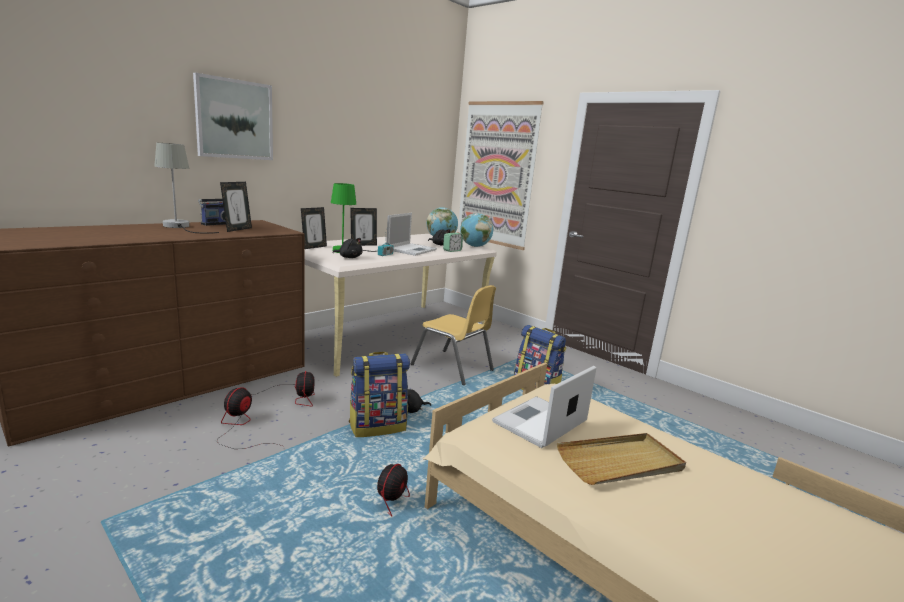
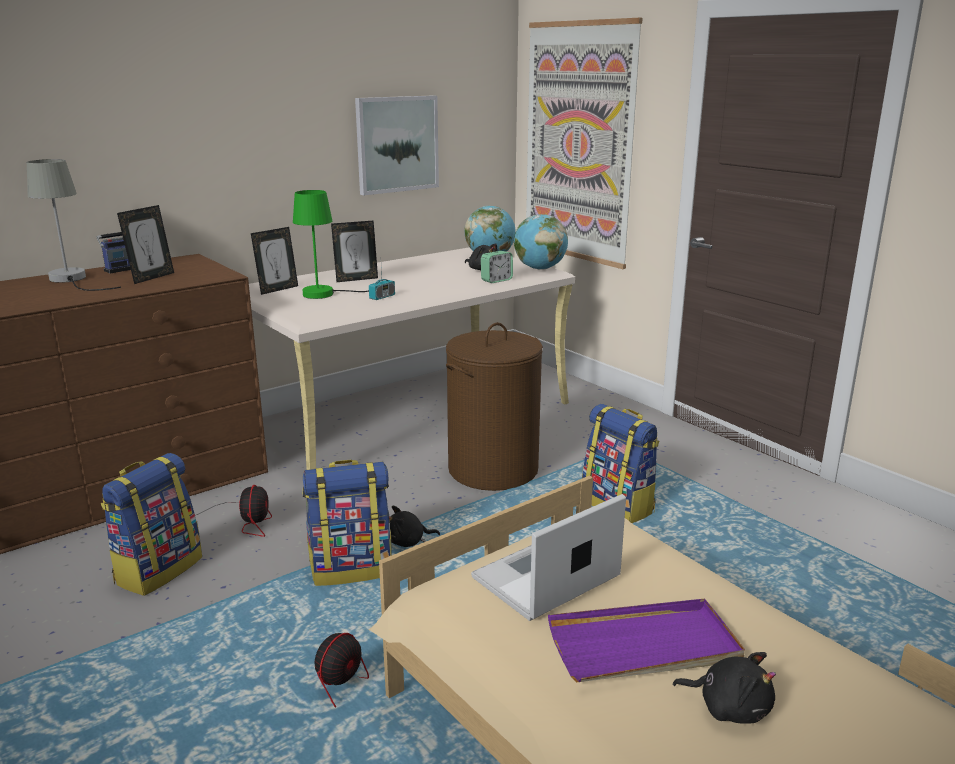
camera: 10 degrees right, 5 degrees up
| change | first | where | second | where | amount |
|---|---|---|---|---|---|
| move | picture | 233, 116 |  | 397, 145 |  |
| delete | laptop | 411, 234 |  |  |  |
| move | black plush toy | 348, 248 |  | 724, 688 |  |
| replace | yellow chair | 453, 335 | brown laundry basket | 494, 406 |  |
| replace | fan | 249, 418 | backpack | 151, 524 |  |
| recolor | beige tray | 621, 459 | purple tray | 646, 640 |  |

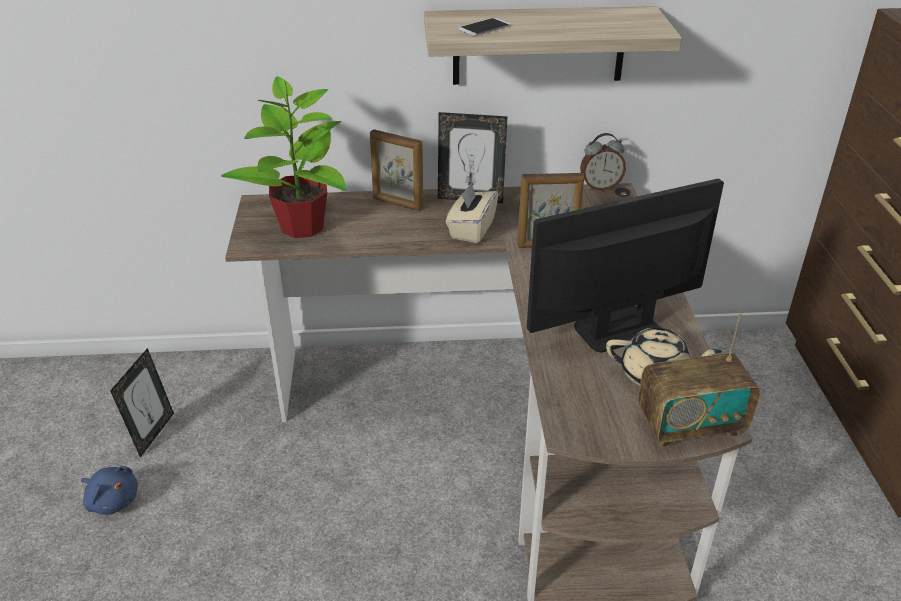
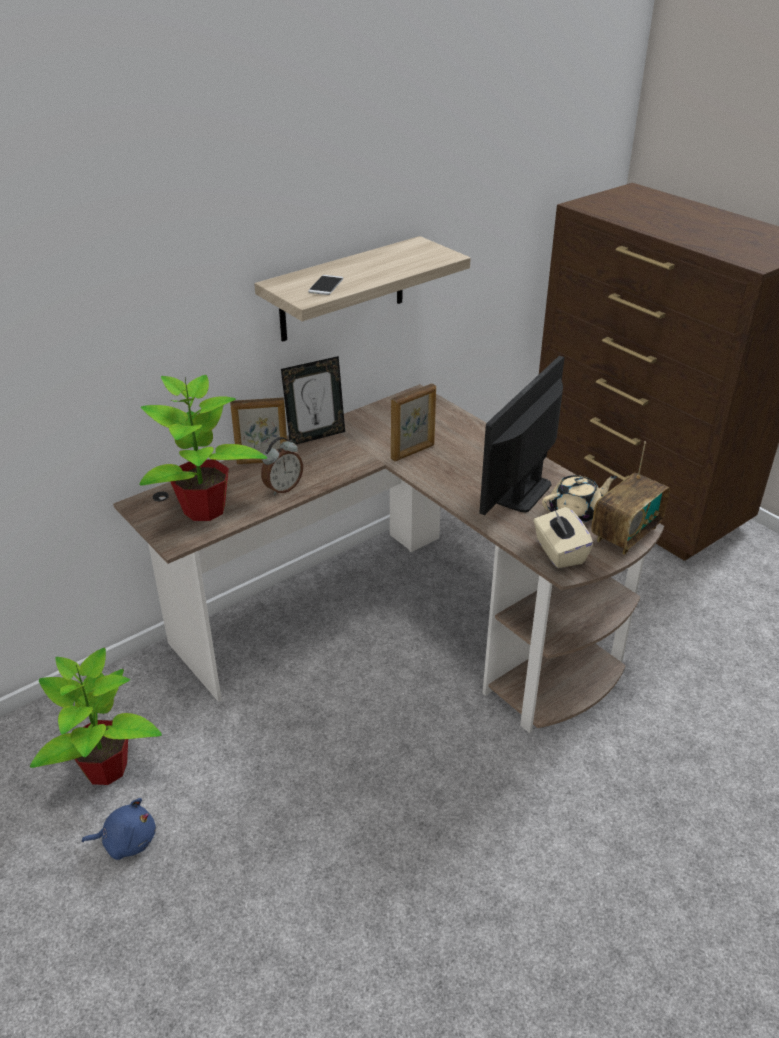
camera: 35 degrees left, 0 degrees up
| change | first | where | second | where | amount |
|---|---|---|---|---|---|
| move | alarm clock | 603, 162 |  | 282, 466 |  |
| move | beige tissue box | 472, 212 |  | 563, 537 |  |
| replace | picture frame | 142, 403 | potted plant | 96, 716 |  |

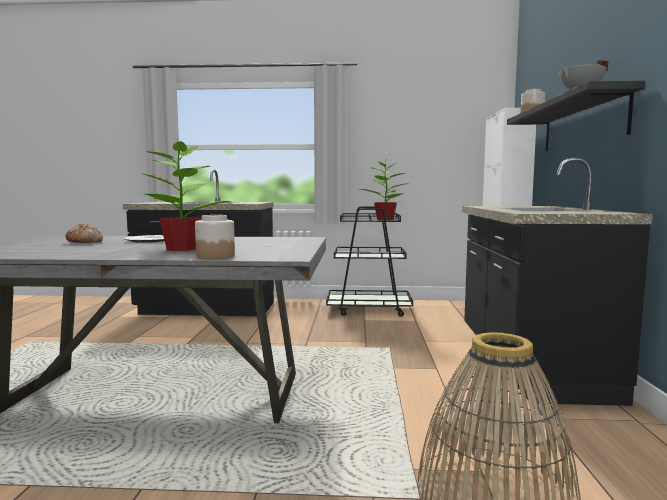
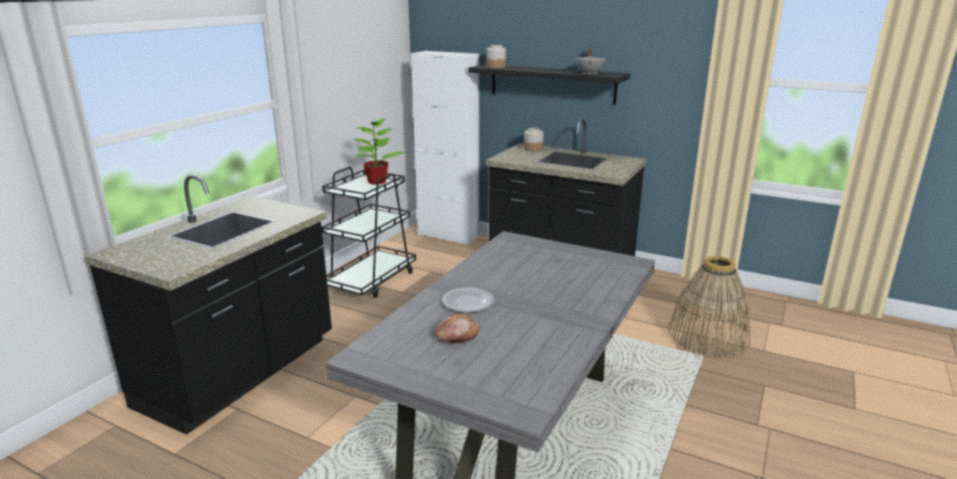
camera: 65 degrees left, 15 degrees up
| change | first | where | second | where | amount |
|---|---|---|---|---|---|
| delete | potted plant | 186, 194 |  |  |  |
| move | jar | 215, 237 |  | 534, 139 |  |

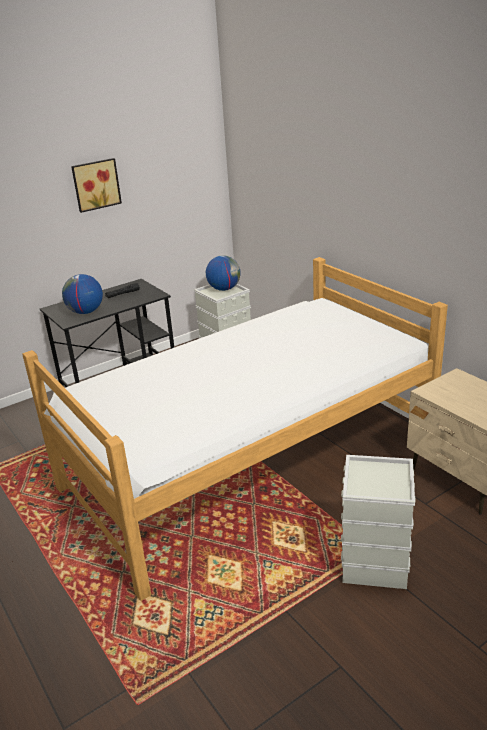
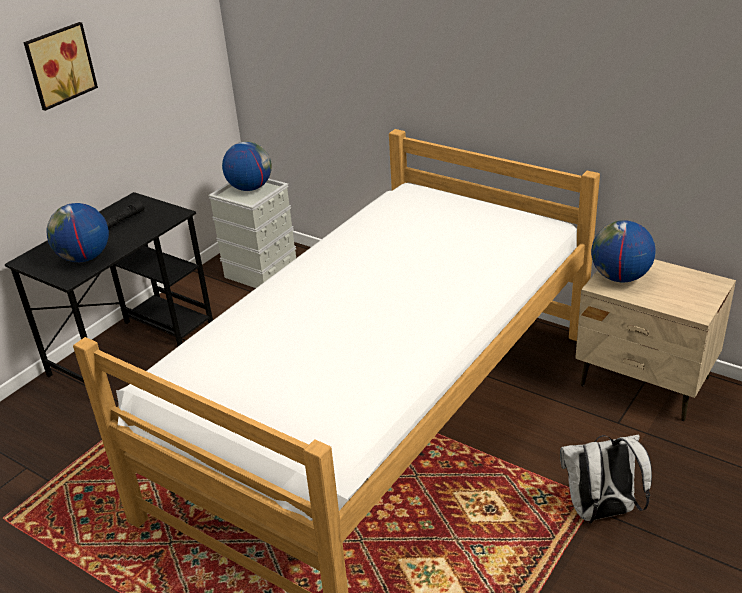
camera: 20 degrees left, 5 degrees up
| change | first | where | second | where | amount |
|---|---|---|---|---|---|
| replace | grey storage box | 378, 522 | white backpack | 606, 478 |  |
| insert |  |  | globe | 623, 251 |  |

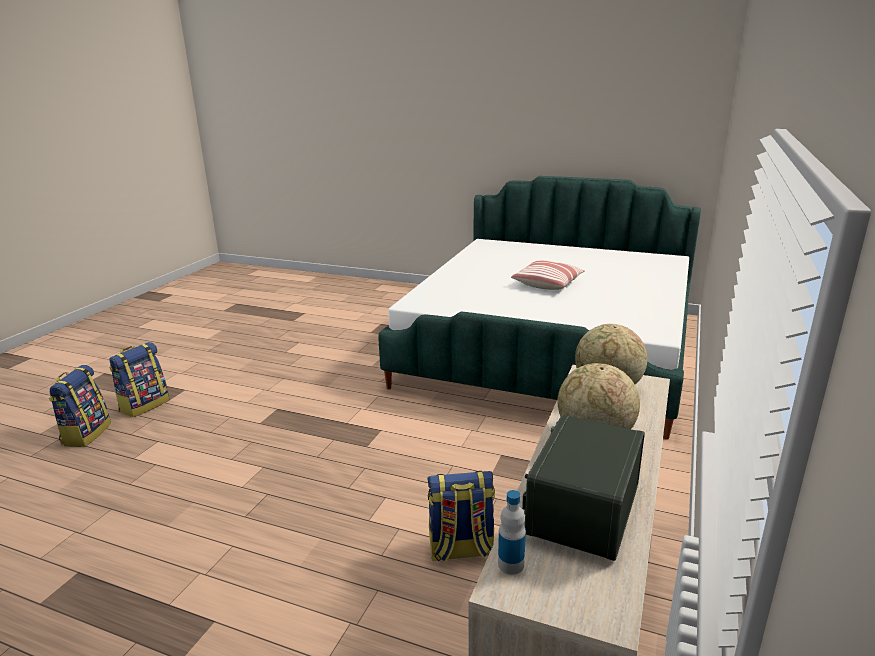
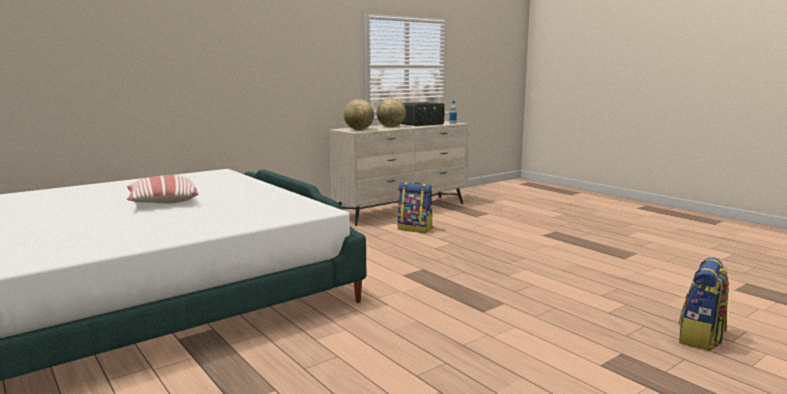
camera: 150 degrees left, 10 degrees down
| change | first | where | second | where | amount |
|---|---|---|---|---|---|
| delete | backpack | 139, 379 |  |  |  |

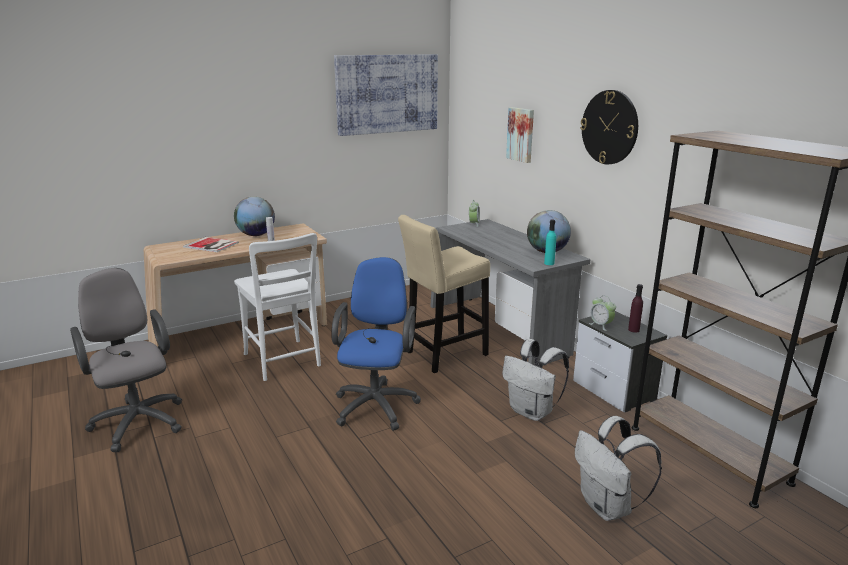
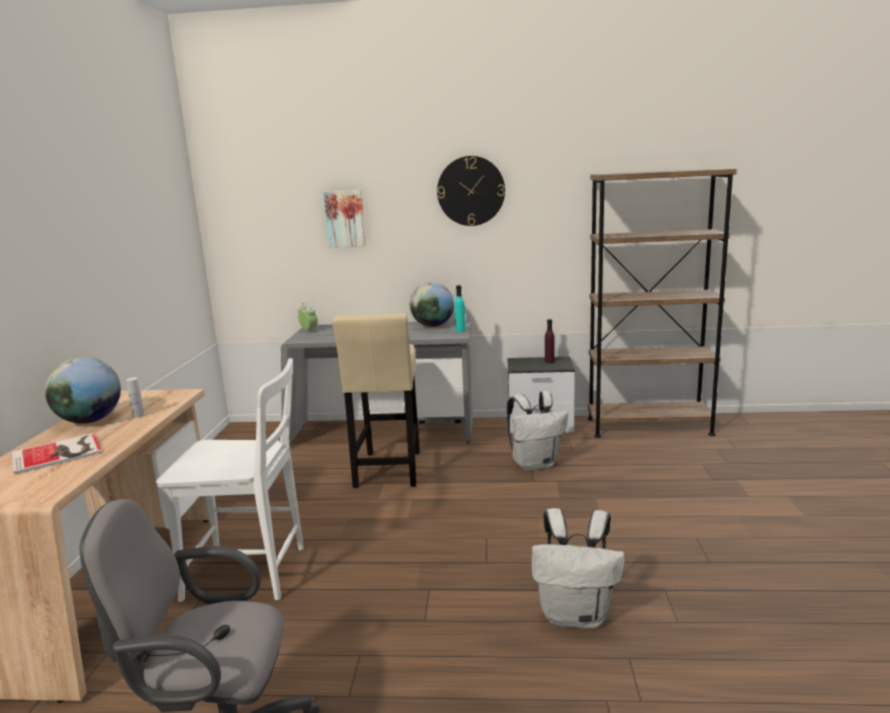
camera: 55 degrees left, 5 degrees down
| change | first | where | second | where | amount |
|---|---|---|---|---|---|
| delete | picture | 386, 95 |  |  |  |
| delete | blue office chair | 376, 344 |  |  |  |
| delete | alarm clock | 602, 313 |  |  |  |
| move | white backpack | 618, 468 |  | 578, 568 |  |

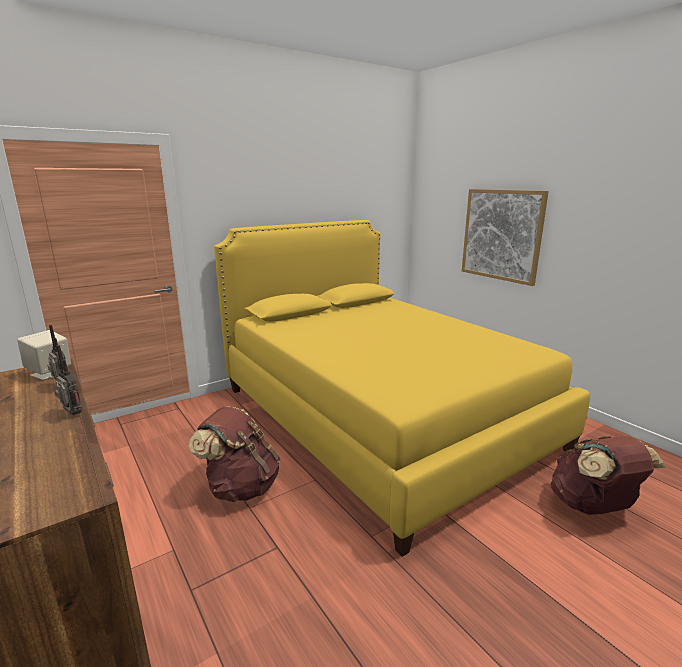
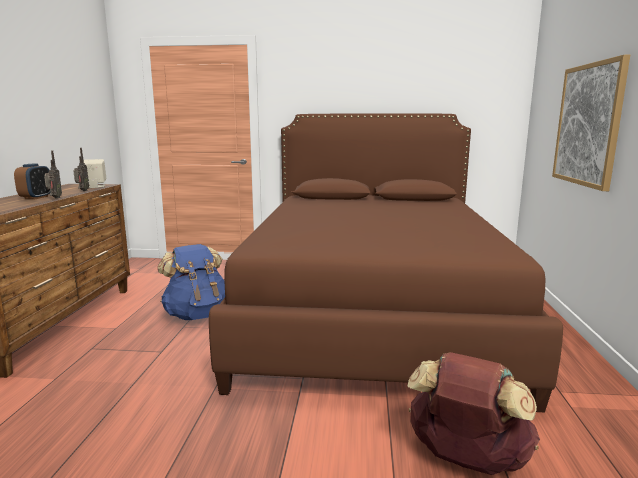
camera: 40 degrees right, 5 degrees down
| change | first | where | second | where | amount |
|---|---|---|---|---|---|
| recolor | yellow bed | 402, 388 | brown bed | 386, 263 |  |
| recolor | brown backpack | 234, 454 | blue backpack | 191, 282 |  |
| insert |  |  | alarm clock | 32, 181 |  |

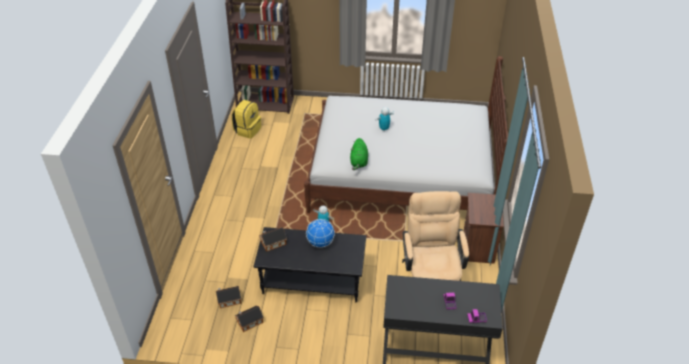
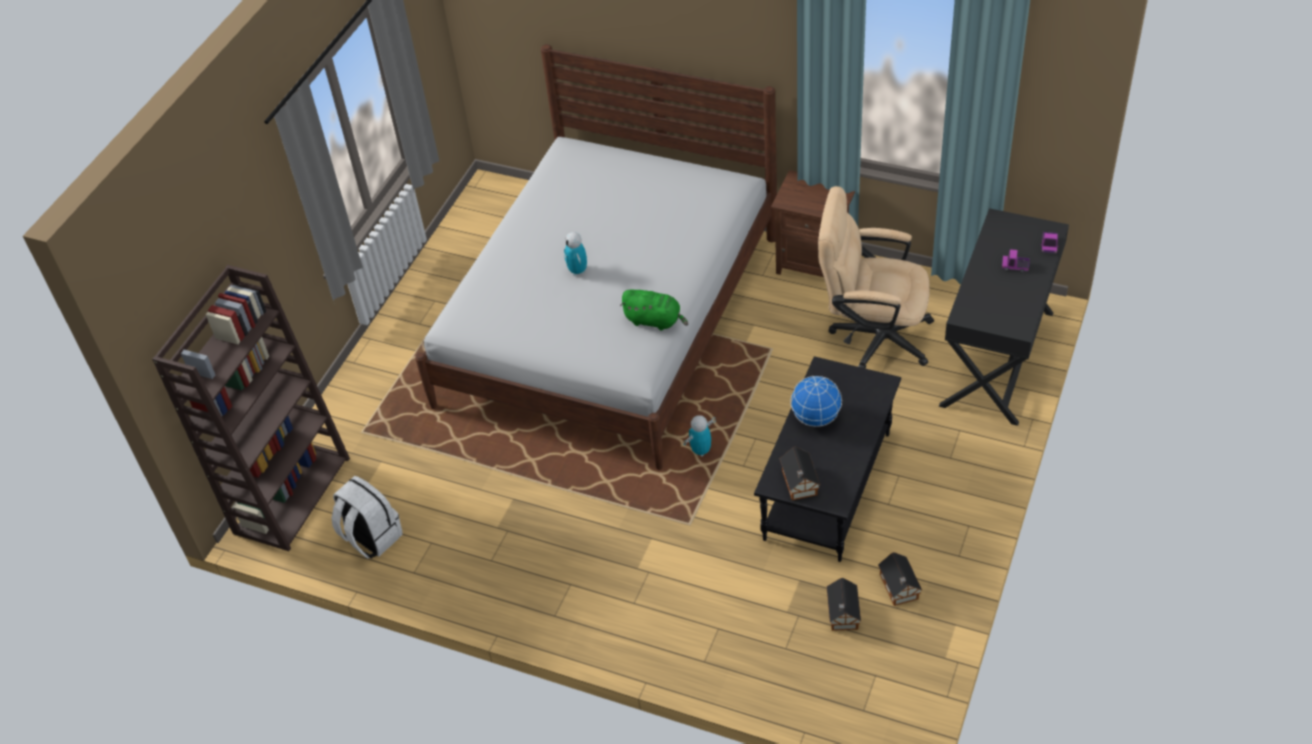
camera: 70 degrees left, 5 degrees up
| change | first | where | second | where | amount |
|---|---|---|---|---|---|
| recolor | yellow backpack | 246, 119 | white backpack | 367, 517 |  |

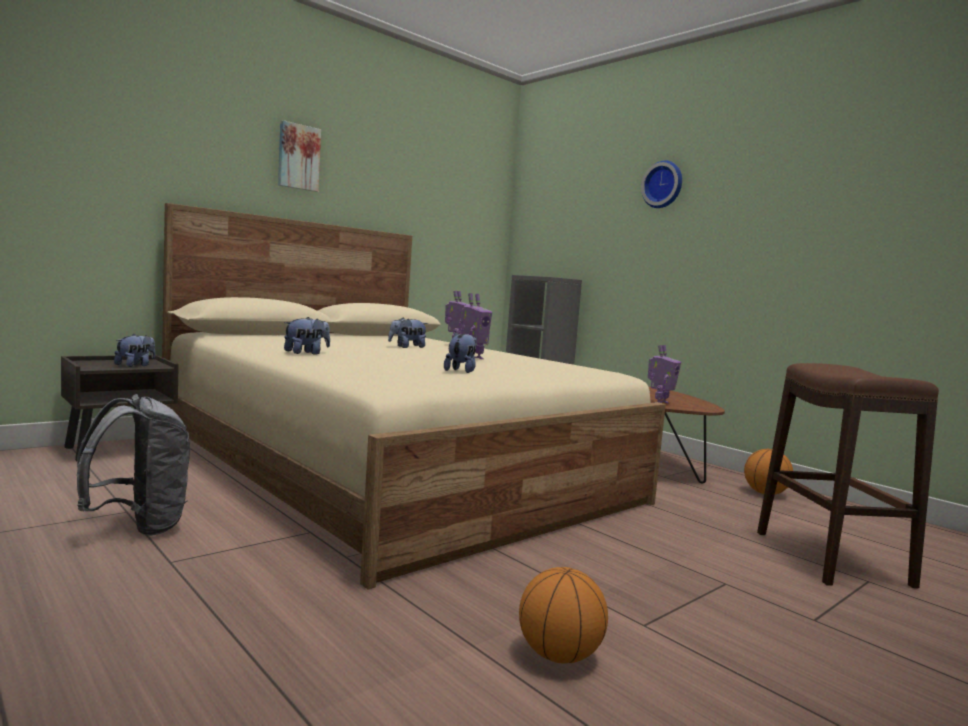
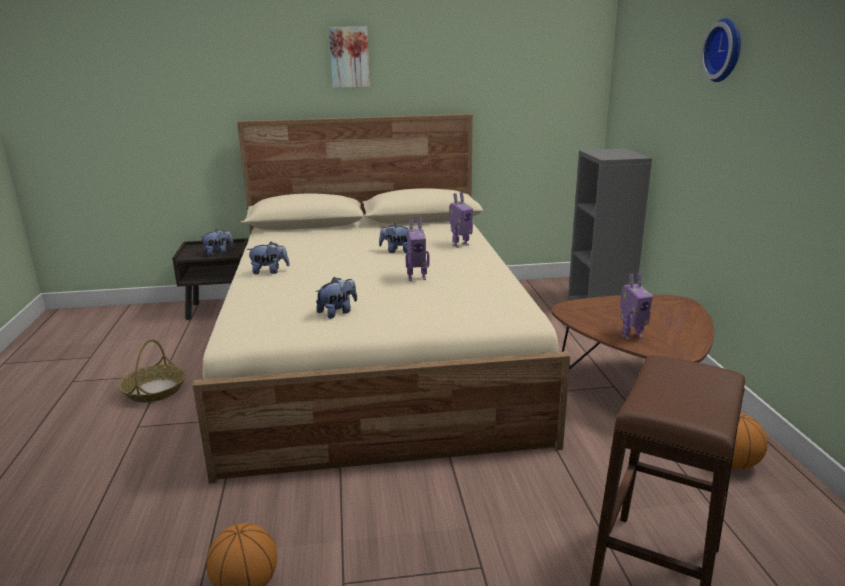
camera: 35 degrees right, 15 degrees up
| change | first | where | second | where | amount |
|---|---|---|---|---|---|
| replace | grey backpack | 133, 465 | basket | 152, 370 |  |

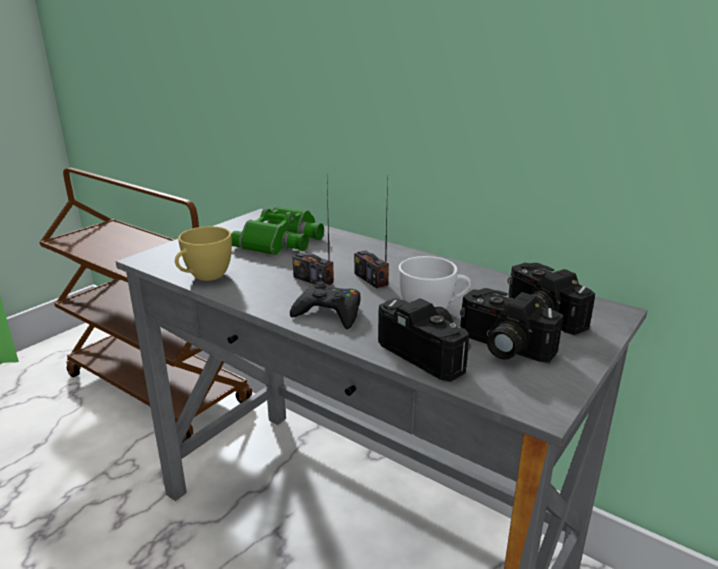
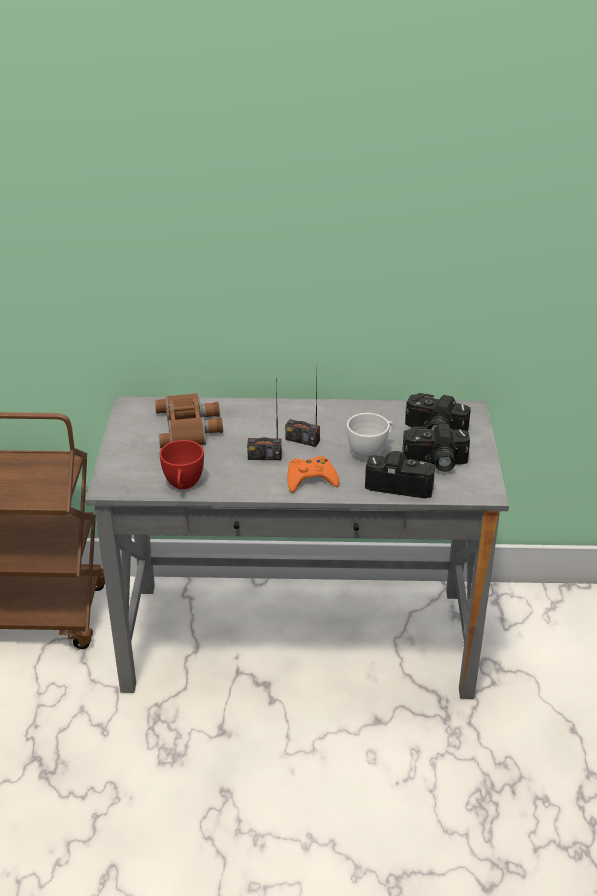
camera: 35 degrees left, 10 degrees up
| change | first | where | second | where | amount |
|---|---|---|---|---|---|
| recolor | green binoculars | 277, 230 | brown binoculars | 189, 420 |  |
| recolor | yellow cup | 203, 253 | red cup | 182, 464 |  |
| recolor | black game controller | 325, 305 | orange game controller | 313, 474 |  |

